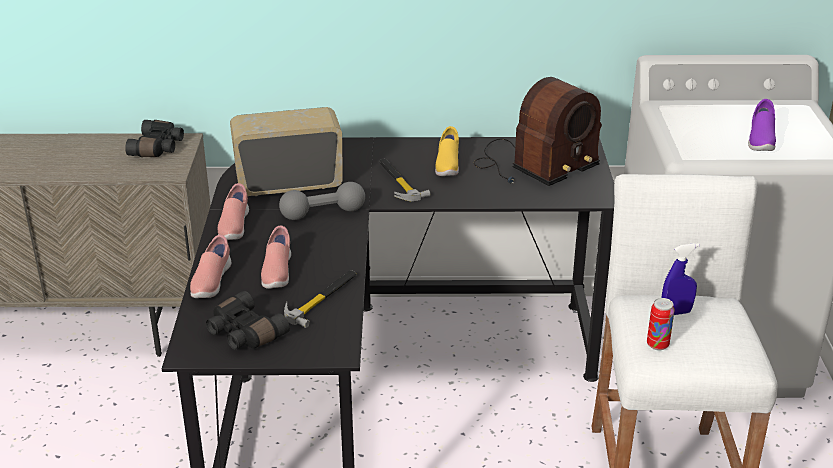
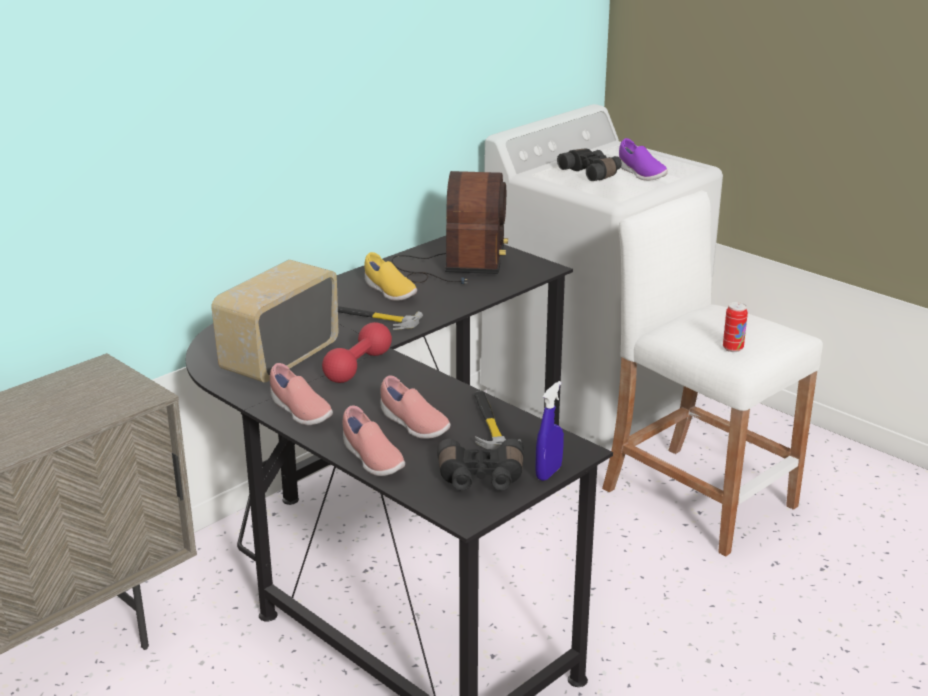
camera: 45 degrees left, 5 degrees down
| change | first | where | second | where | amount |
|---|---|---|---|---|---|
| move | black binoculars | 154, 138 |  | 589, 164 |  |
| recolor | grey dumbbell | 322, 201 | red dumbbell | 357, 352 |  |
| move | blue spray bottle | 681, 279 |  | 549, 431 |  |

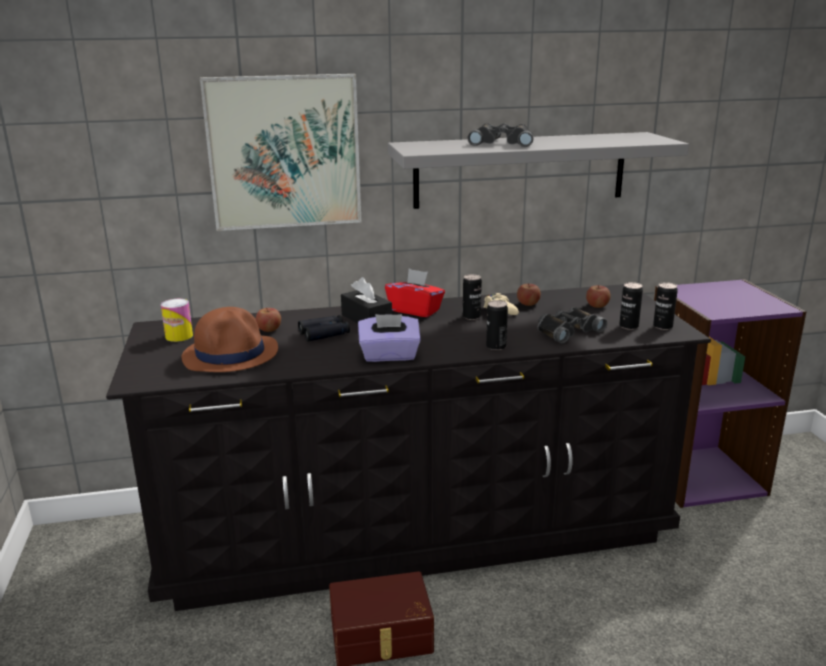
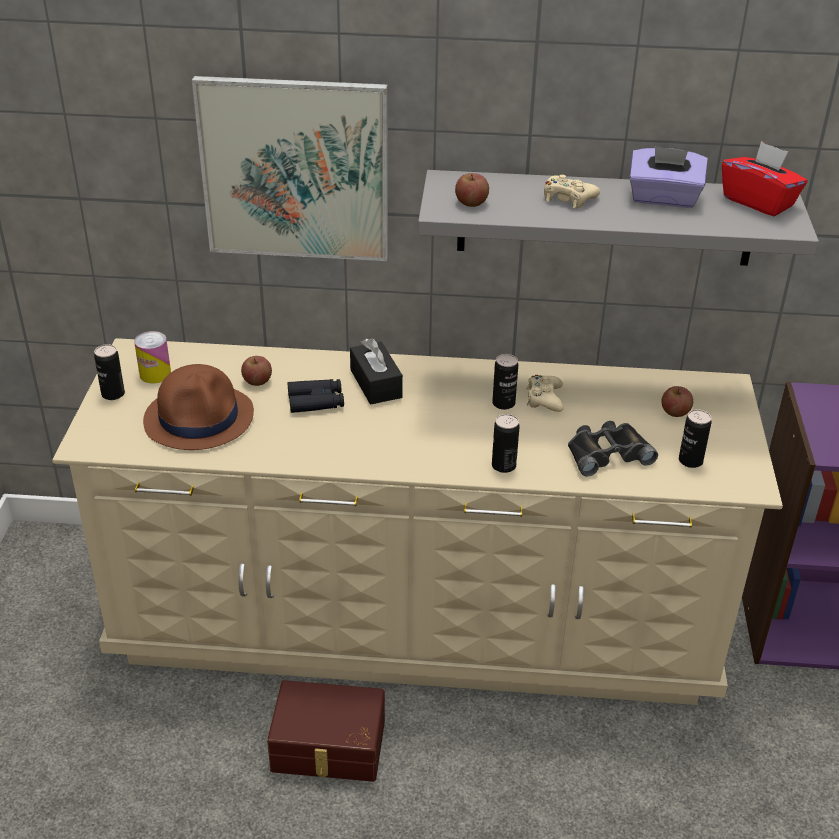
camera: 15 degrees right, 15 degrees up
| change | first | where | second | where | amount |
|---|---|---|---|---|---|
| replace | black binoculars | 500, 135 | beige game controller | 572, 191 |  |
| move | red tissue box | 415, 293 |  | 765, 179 |  |
| move | can | 665, 306 |  | 109, 372 |  |
| move | apple | 529, 294 |  | 472, 190 |  |
| recolor | black dresser | 408, 447 | beige dresser | 417, 521 |  |
| move | purple tissue box | 389, 338 |  | 669, 177 |  |

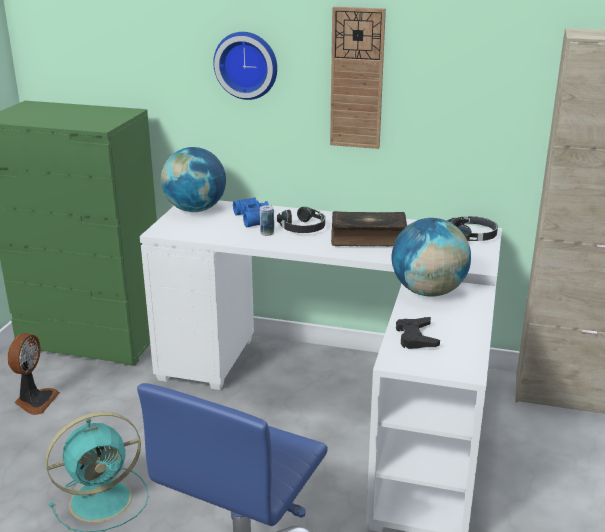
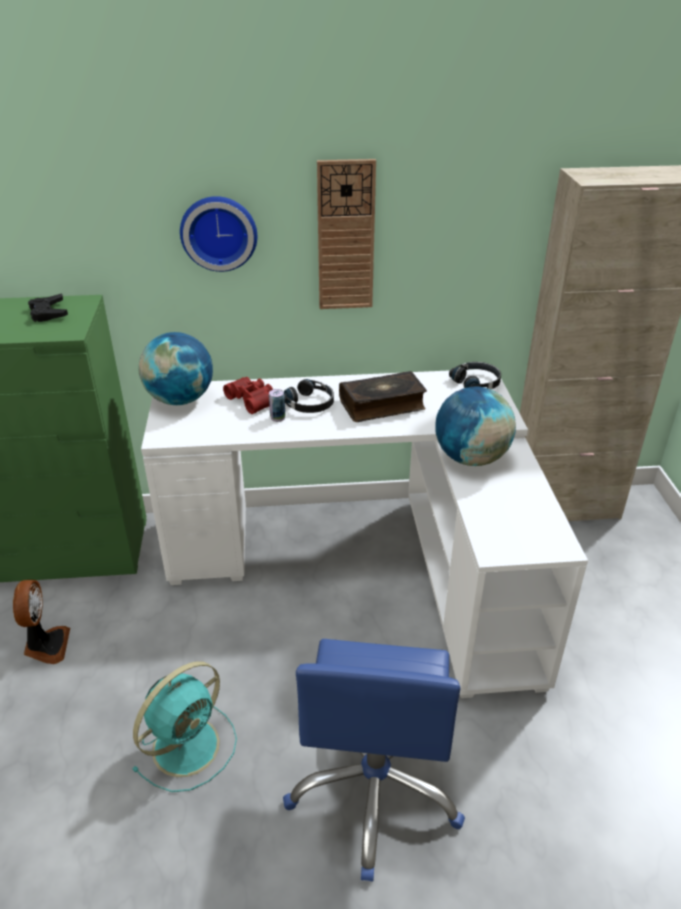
camera: 20 degrees left, 10 degrees up
| change | first | where | second | where | amount |
|---|---|---|---|---|---|
| recolor | blue binoculars | 251, 212 | red binoculars | 248, 395 |  |
| move | black game controller | 418, 333 |  | 48, 308 |  |

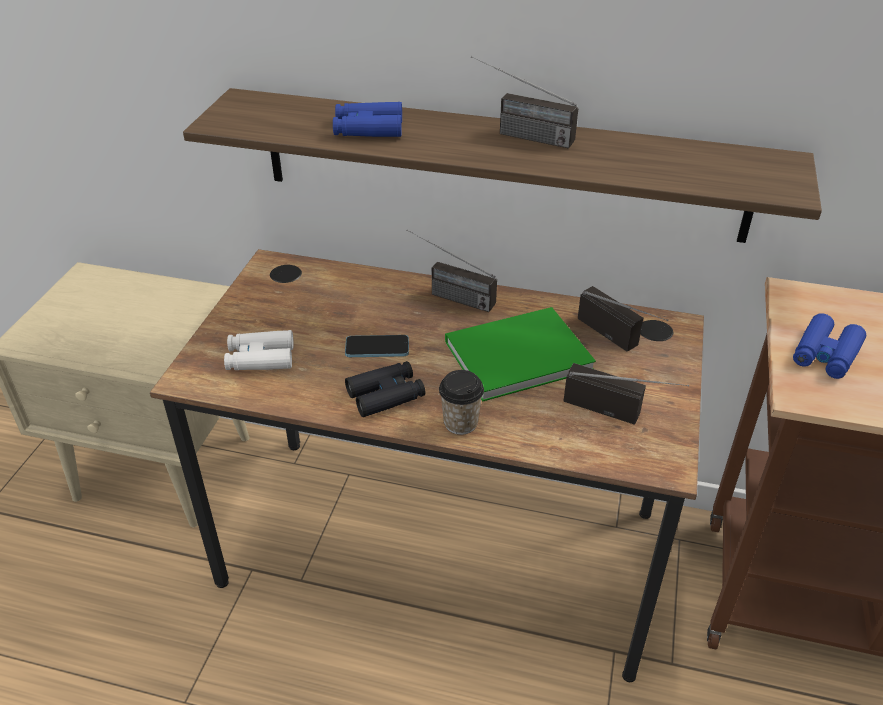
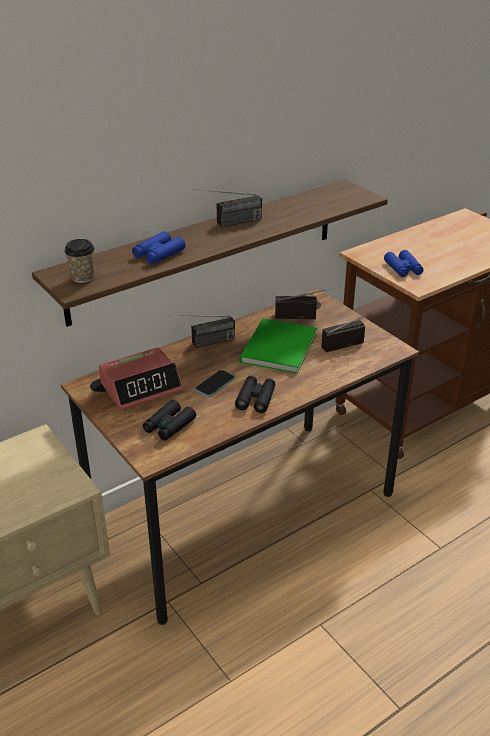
camera: 50 degrees left, 5 degrees down
| change | first | where | second | where | amount |
|---|---|---|---|---|---|
| recolor | white binoculars | 259, 350 | black binoculars | 169, 420 |  |
| move | cup | 461, 402 |  | 79, 261 |  |
| insert |  |  | alarm clock | 141, 378 |  |

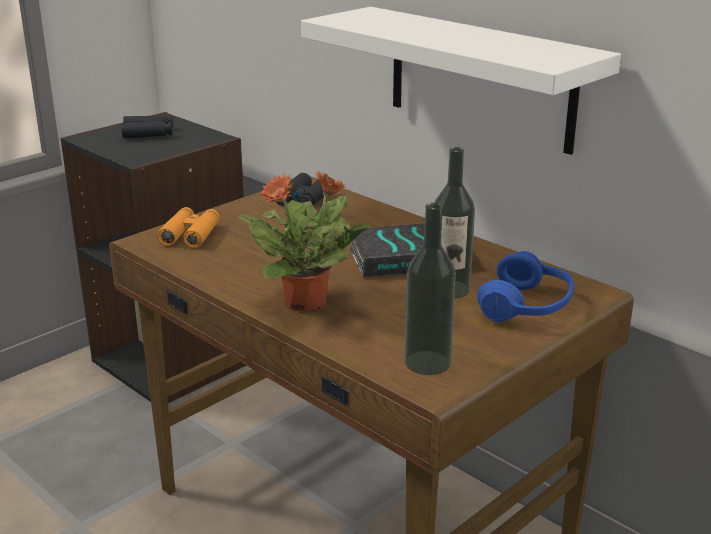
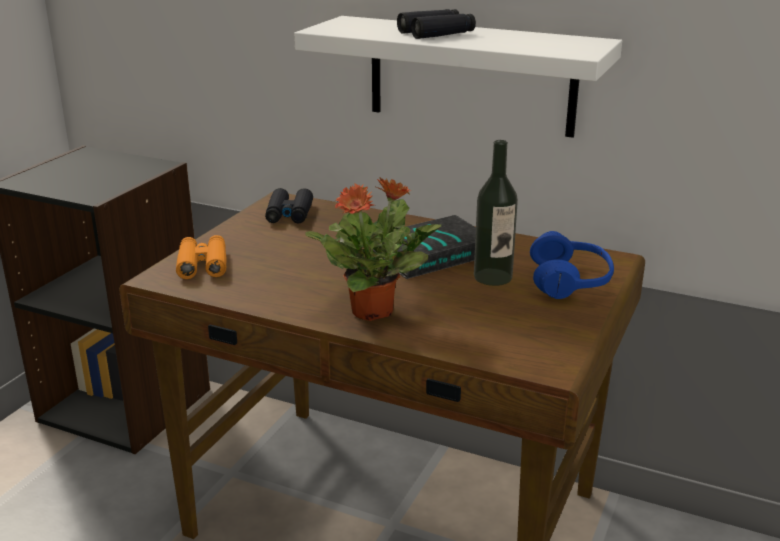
camera: 20 degrees left, 0 degrees up
| change | first | where | second | where | amount |
|---|---|---|---|---|---|
| move | black binoculars | 147, 126 |  | 436, 24 |  |
| delete | bottle | 430, 289 |  |  |  |

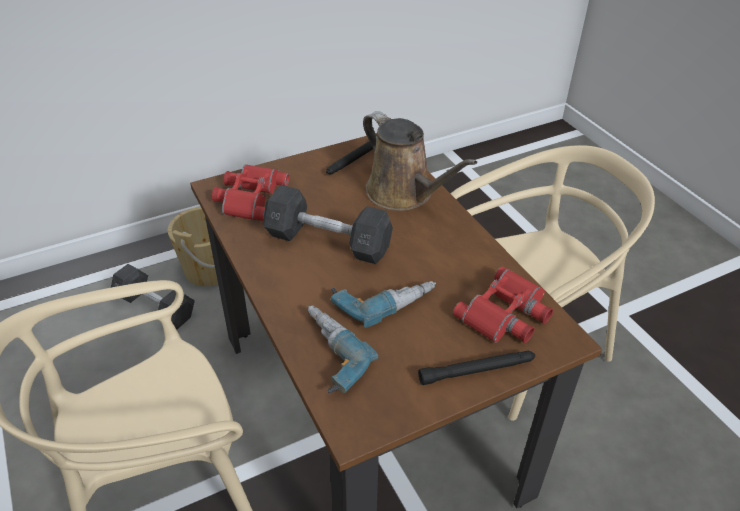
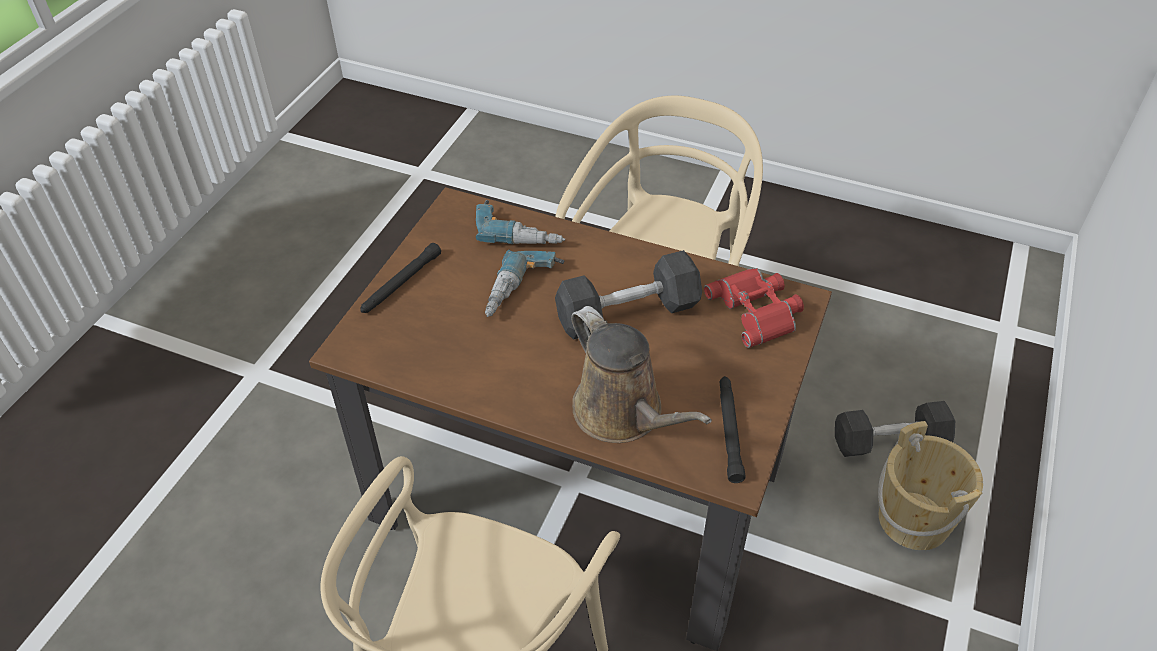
camera: 140 degrees right, 5 degrees up
| change | first | where | second | where | amount |
|---|---|---|---|---|---|
| rotate | brown watering can | 420, 161 |  | 641, 374 | 135 degrees counterclockwise |
| delete | red binoculars | 503, 304 |  |  |  |

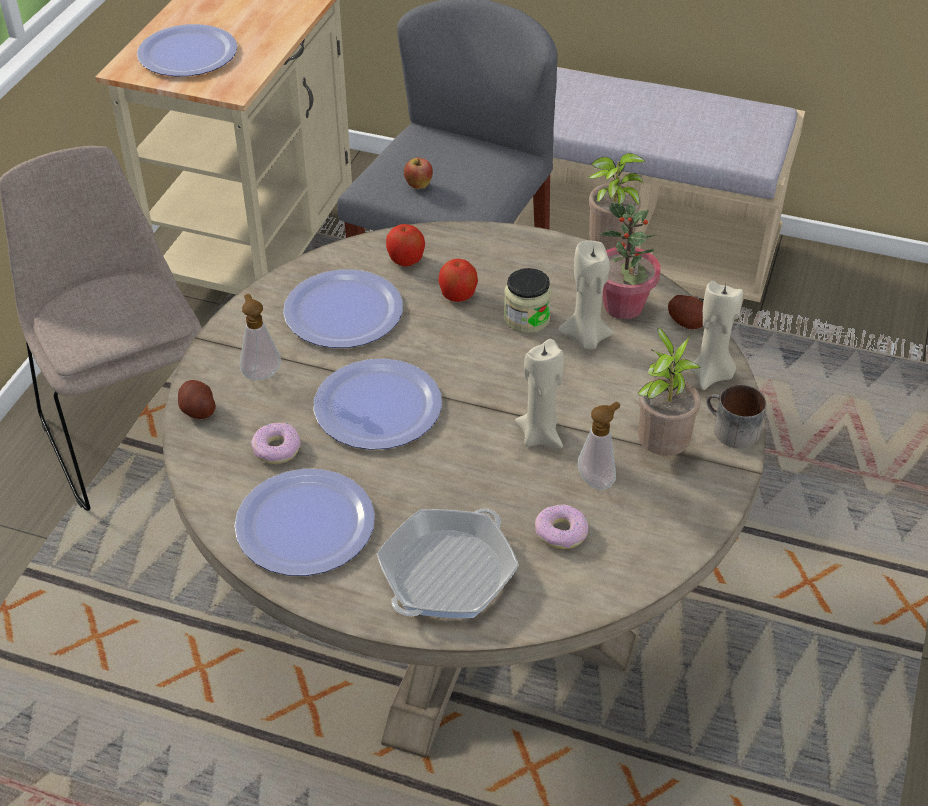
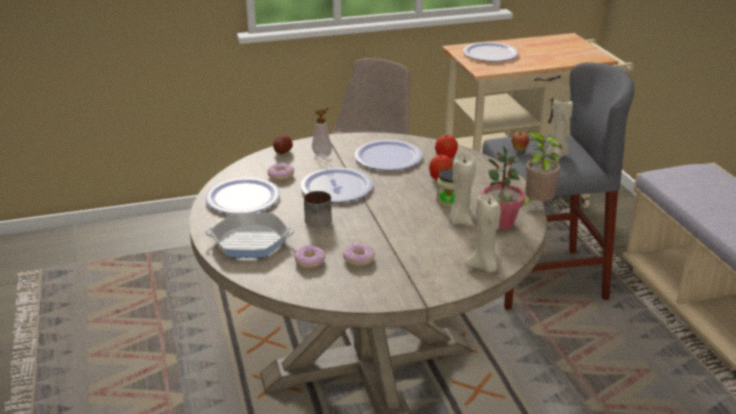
camera: 55 degrees right, 15 degrees down
| change | first | where | second | where | amount |
|---|---|---|---|---|---|
| delete | potato | 685, 312 |  |  |  |
| delete | potted plant | 669, 391 |  |  |  |
| move | beige candle | 539, 393 |  | 559, 129 |  |
| move | mug | 736, 416 |  | 318, 209 |  |
| replace | soap dispenser | 599, 446 | donut | 359, 255 |  |

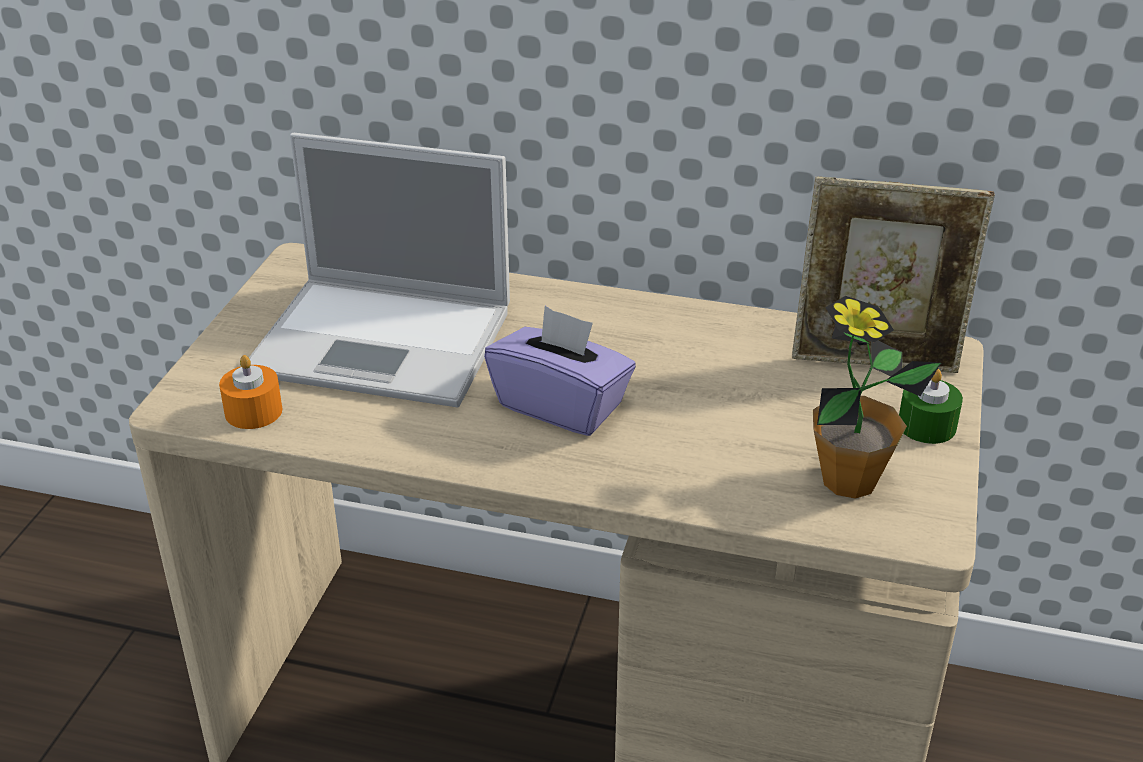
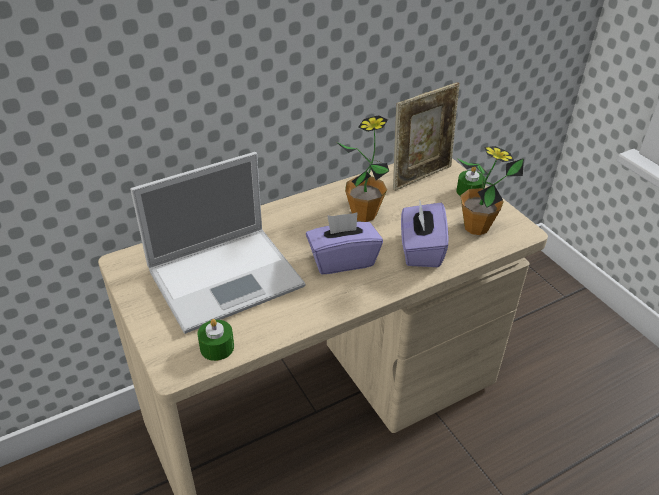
camera: 45 degrees left, 5 degrees up
| change | first | where | second | where | amount |
|---|---|---|---|---|---|
| recolor | orange candle | 250, 392 | green candle | 215, 340 |  |
| insert |  |  | potted plant | 363, 168 |  |
| insert |  |  | purple tissue box | 425, 234 |  |

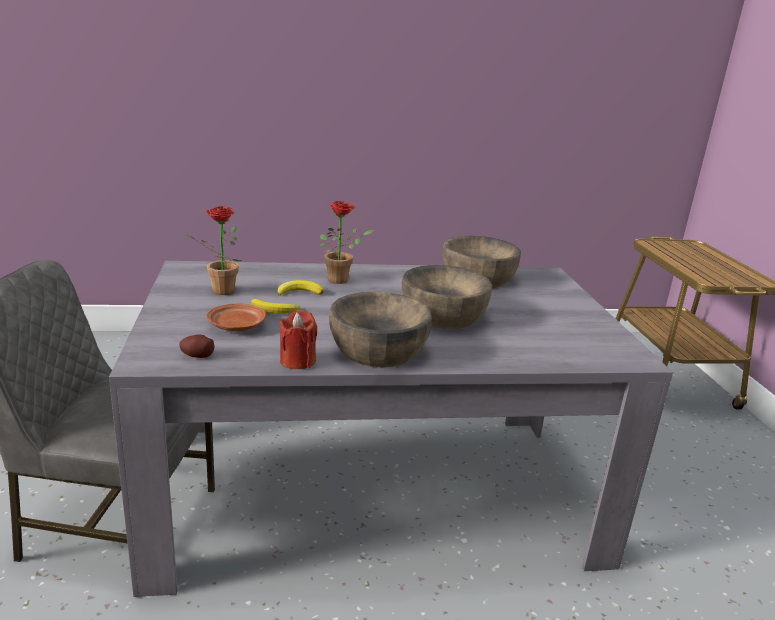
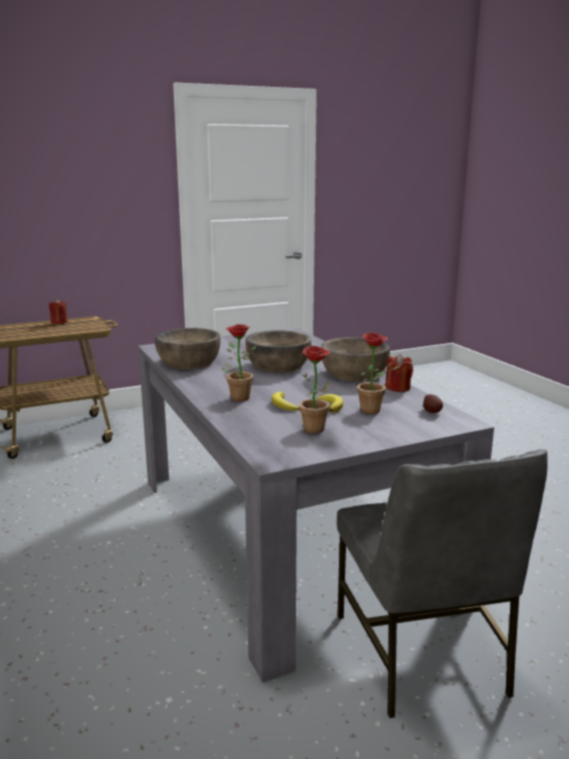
camera: 105 degrees left, 5 degrees down
| change | first | where | second | where | amount |
|---|---|---|---|---|---|
| replace | brown plate | 236, 318 | potted plant | 378, 373 |  |
| insert |  |  | red candle | 58, 311 |  |

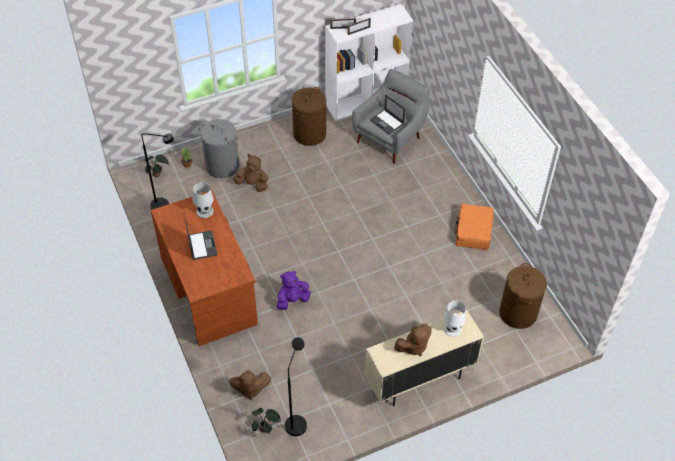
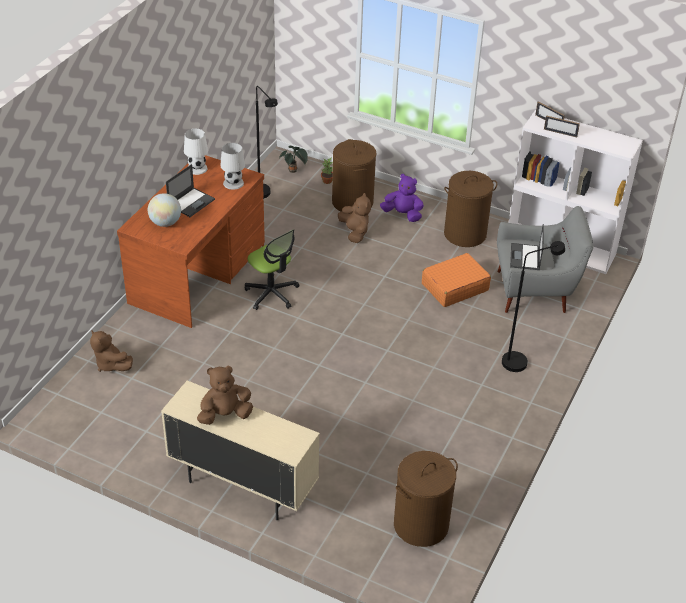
camera: 50 degrees right, 10 degrees down
| change | first | where | second | where | amount |
|---|---|---|---|---|---|
| recolor | grey laundry basket | 219, 148 | brown laundry basket | 354, 176 |  |
| move | orange suitcase | 474, 227 |  | 456, 280 |  |
| move | purple plush toy | 294, 290 |  | 402, 198 |  |
| move | white table lamp | 455, 318 |  | 196, 151 |  |
| rotate | brown plush toy | 413, 339 |  | 225, 395 | 135 degrees clockwise |
| move | black floor lamp | 296, 386 |  | 533, 306 |  |
| delete | potted plant | 266, 421 |  |  |  |
| insert |  |  | globe | 164, 210 |  |
| insert |  |  | office chair | 272, 269 |  |

